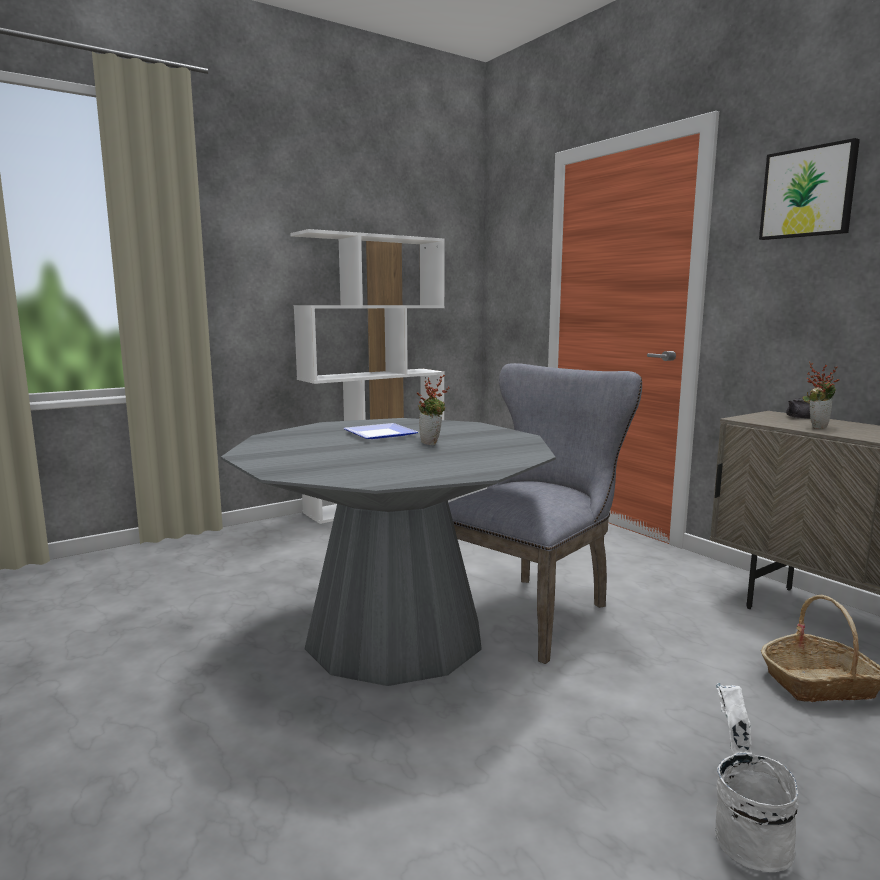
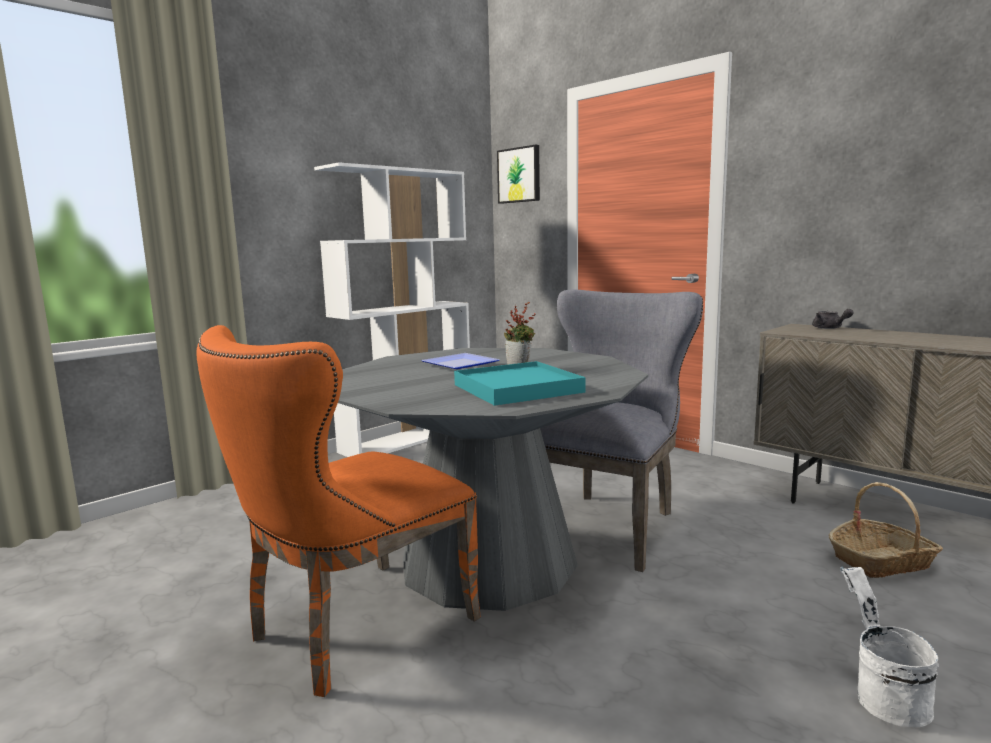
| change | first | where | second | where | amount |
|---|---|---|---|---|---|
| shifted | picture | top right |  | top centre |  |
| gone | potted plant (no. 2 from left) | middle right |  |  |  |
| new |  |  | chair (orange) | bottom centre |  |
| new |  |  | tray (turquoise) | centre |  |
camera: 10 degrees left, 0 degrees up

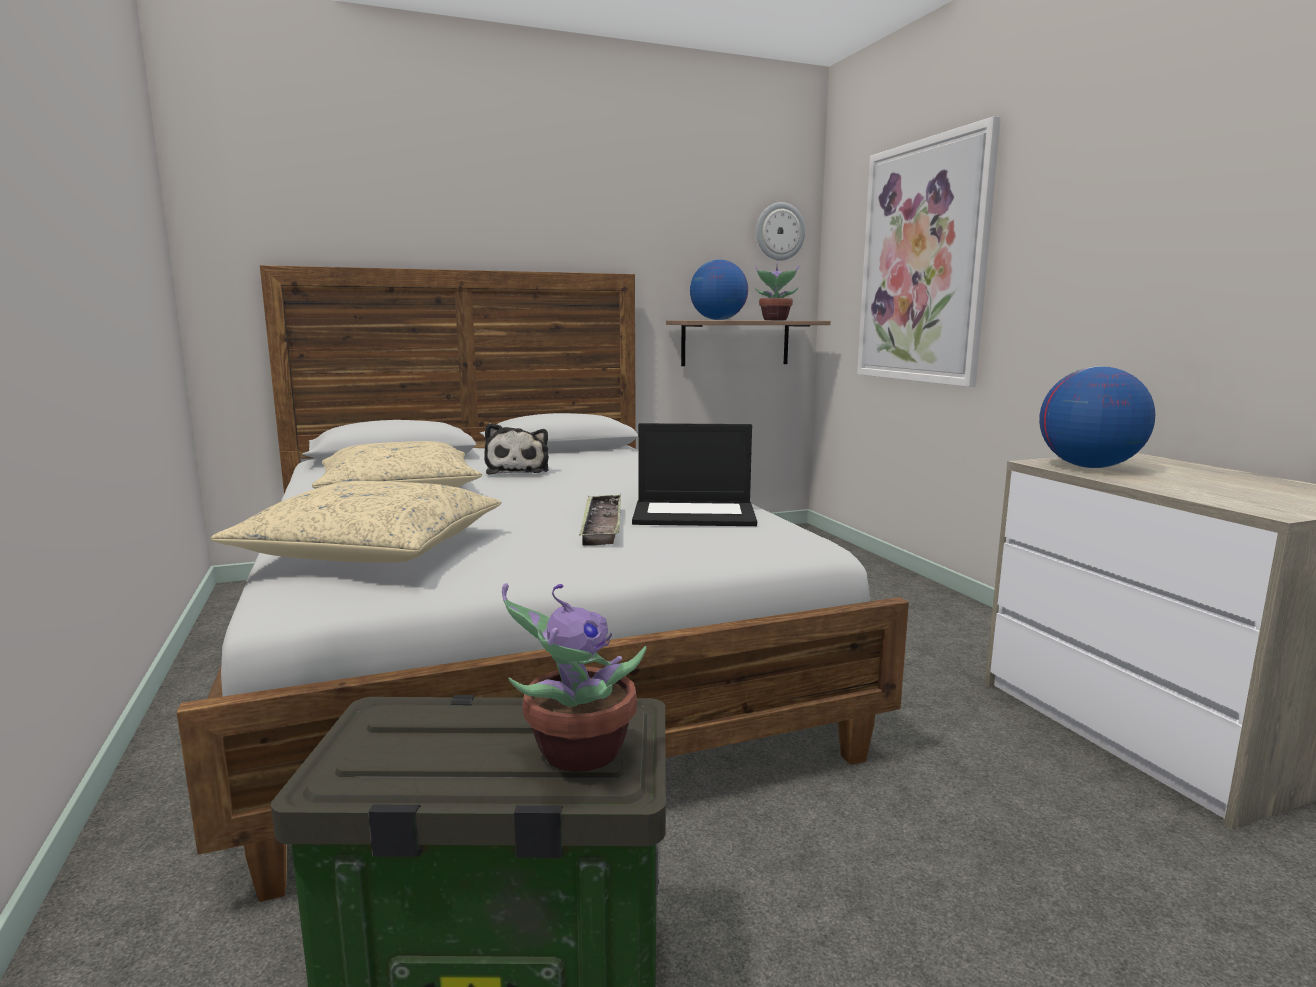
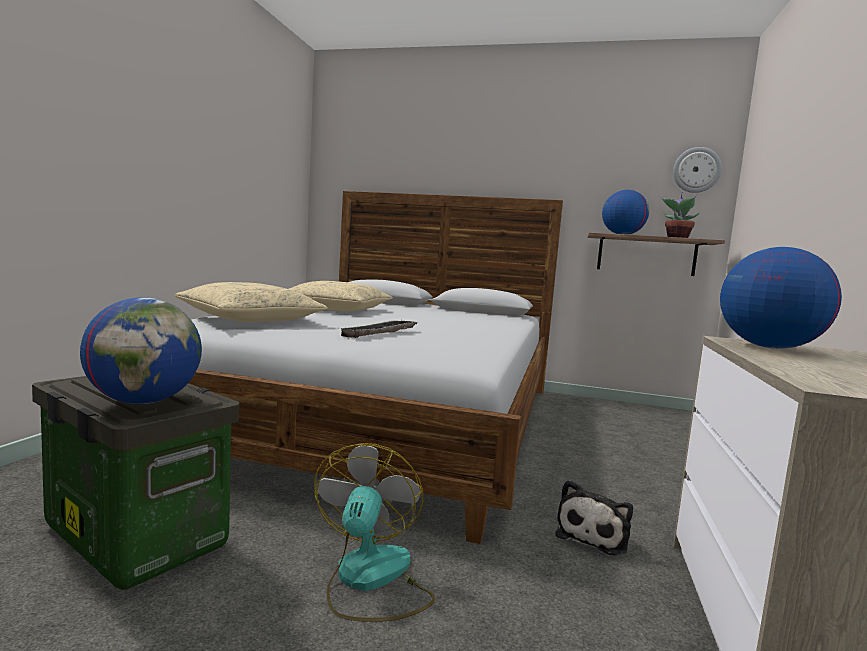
| change | first | where | second | where | amount |
|---|---|---|---|---|---|
| gone | picture | top right |  |  |  |
| shifted | plush toy | centre |  | bottom right |  |
| gone | laptop | centre |  |  |  |
| swapped | potted plant (no. 1 from left) | bottom centre | globe (no. 1 from left) | middle left |  |
| new |  |  | fan | bottom centre |  |
camera: 35 degrees right, 5 degrees down

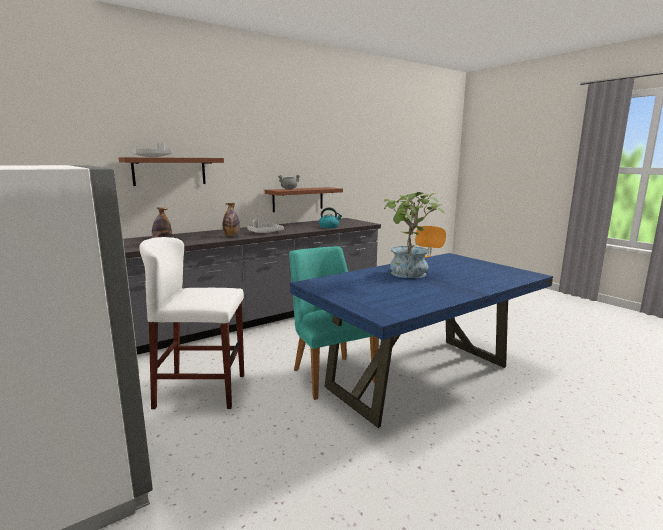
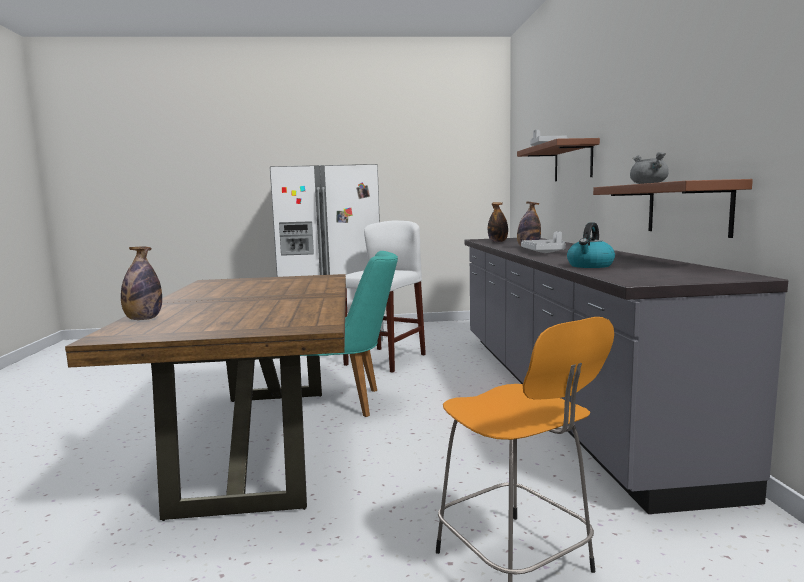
| change | first | where | second | where | amount |
|---|---|---|---|---|---|
| gone | potted plant | centre |  |  |  |
| repainted | dining table (blue) | centre | dining table (brown) | bottom left |  |
| new |  |  | bottle (no. 1 from left) | middle left |  |
camera: 120 degrees right, 5 degrees down

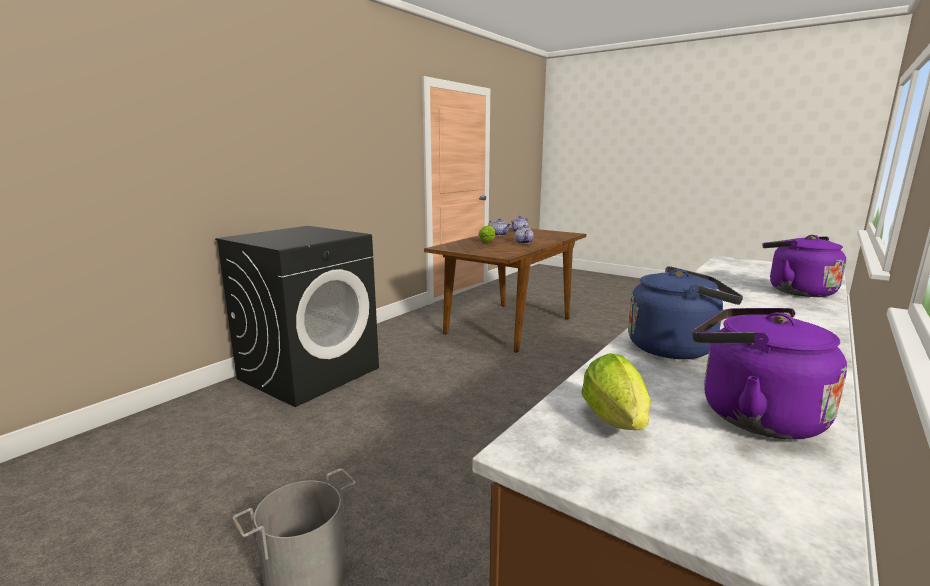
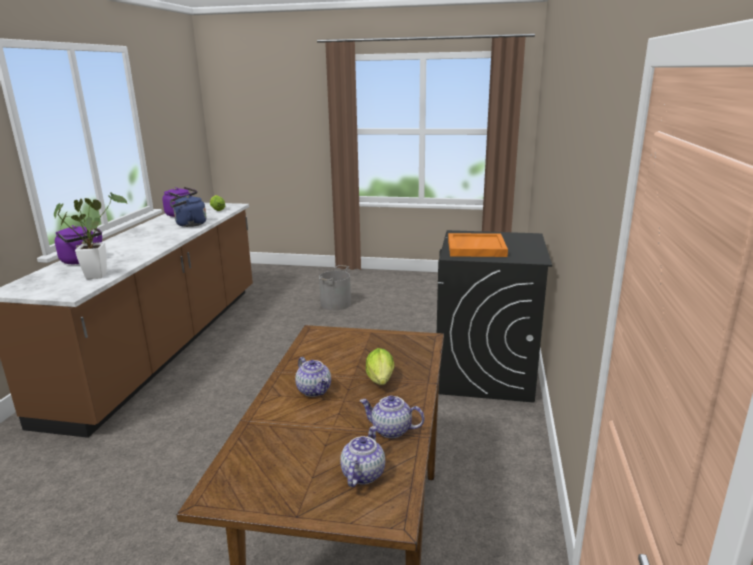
| change | first | where | second | where | amount |
|---|---|---|---|---|---|
| new |  |  | potted plant | middle left |  |
| new |  |  | tray (orange) | centre |  |
camera: 155 degrees right, 5 degrees up

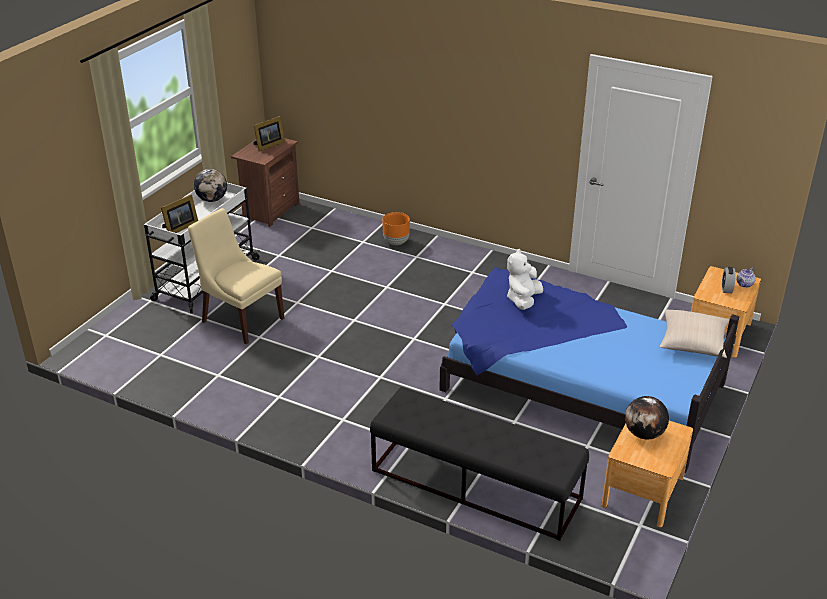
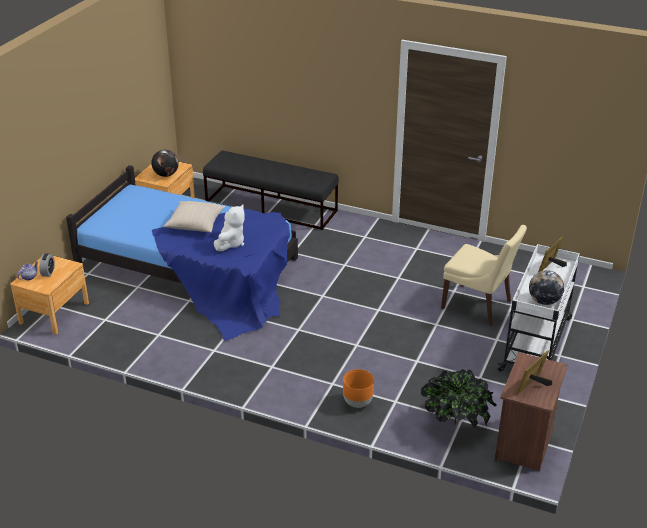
| change | first | where | second | where | amount |
|---|---|---|---|---|---|
| shifted | pillow (beige) | middle right |  | middle left |  |
| new |  |  | potted plant | bottom right |  |
camera: 175 degrees right, 0 degrees up

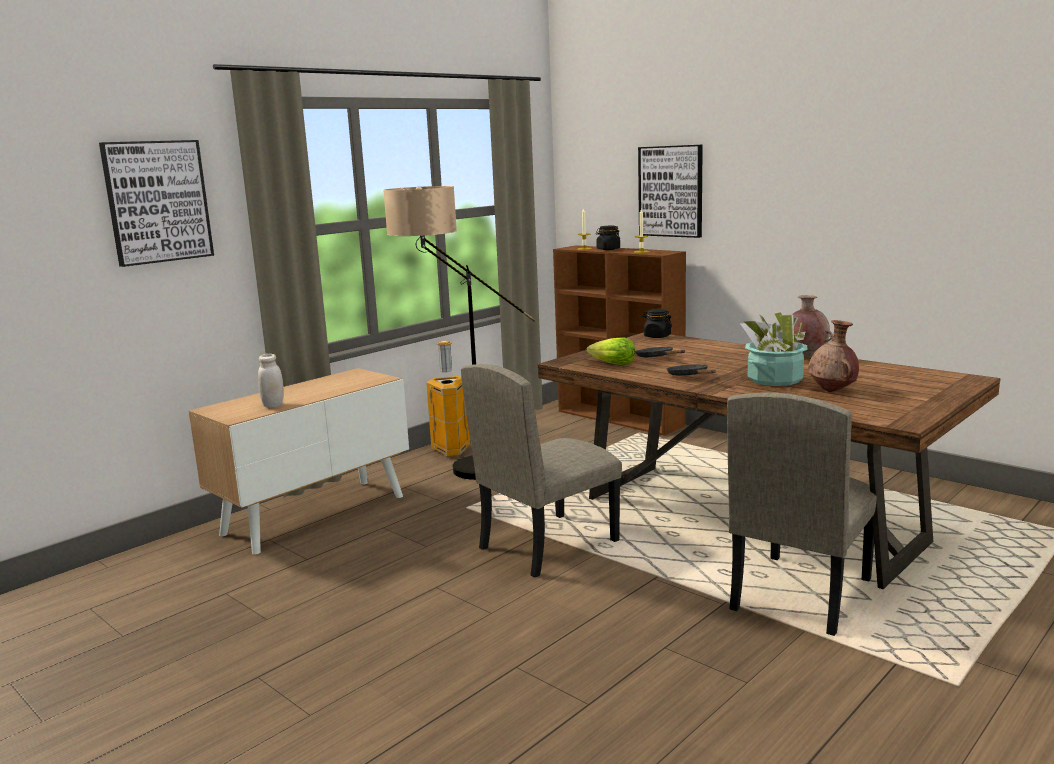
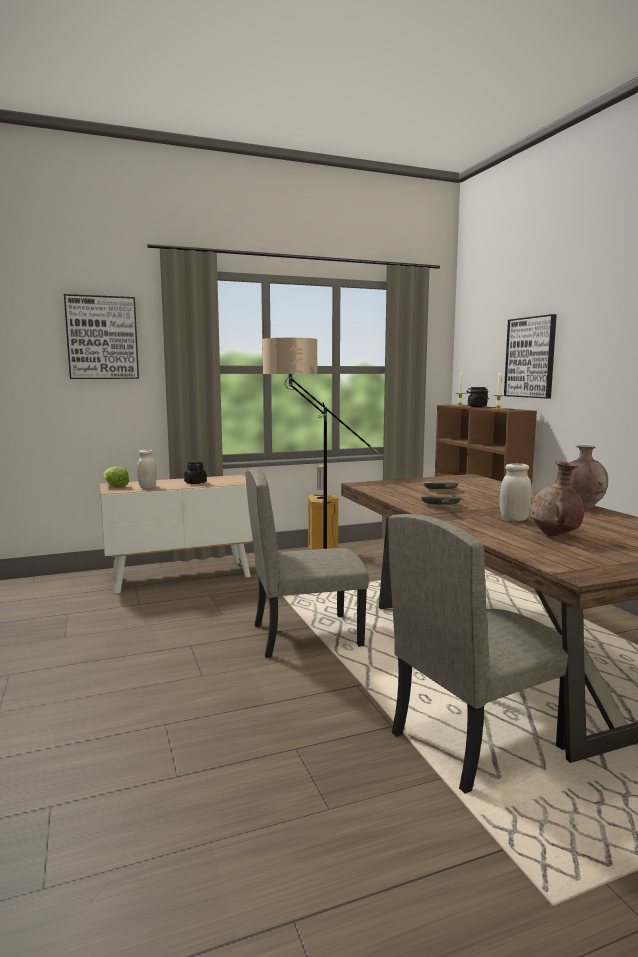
| change | first | where | second | where | amount |
|---|---|---|---|---|---|
| shifted | jar (black) (no. 2 from left in the first image) | centre | jar (black) (no. 1 from left) | middle left |  |
| swapped | potted plant | middle right | jar (white) (no. 2 from left) | middle right |  |
| shifted | lettuce | centre |  | middle left |  |
camera: 25 degrees right, 5 degrees down

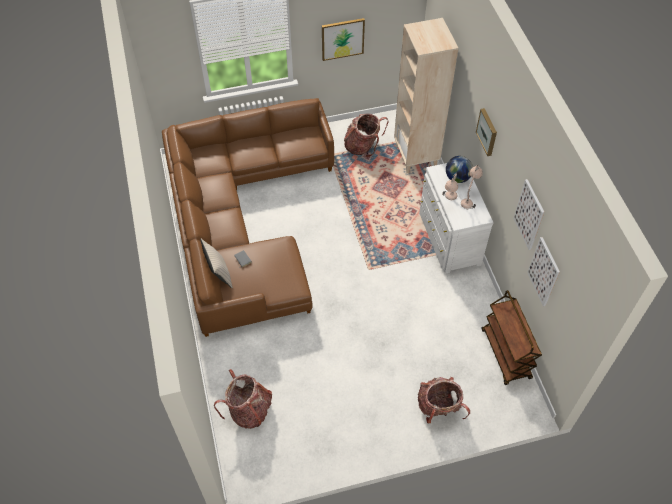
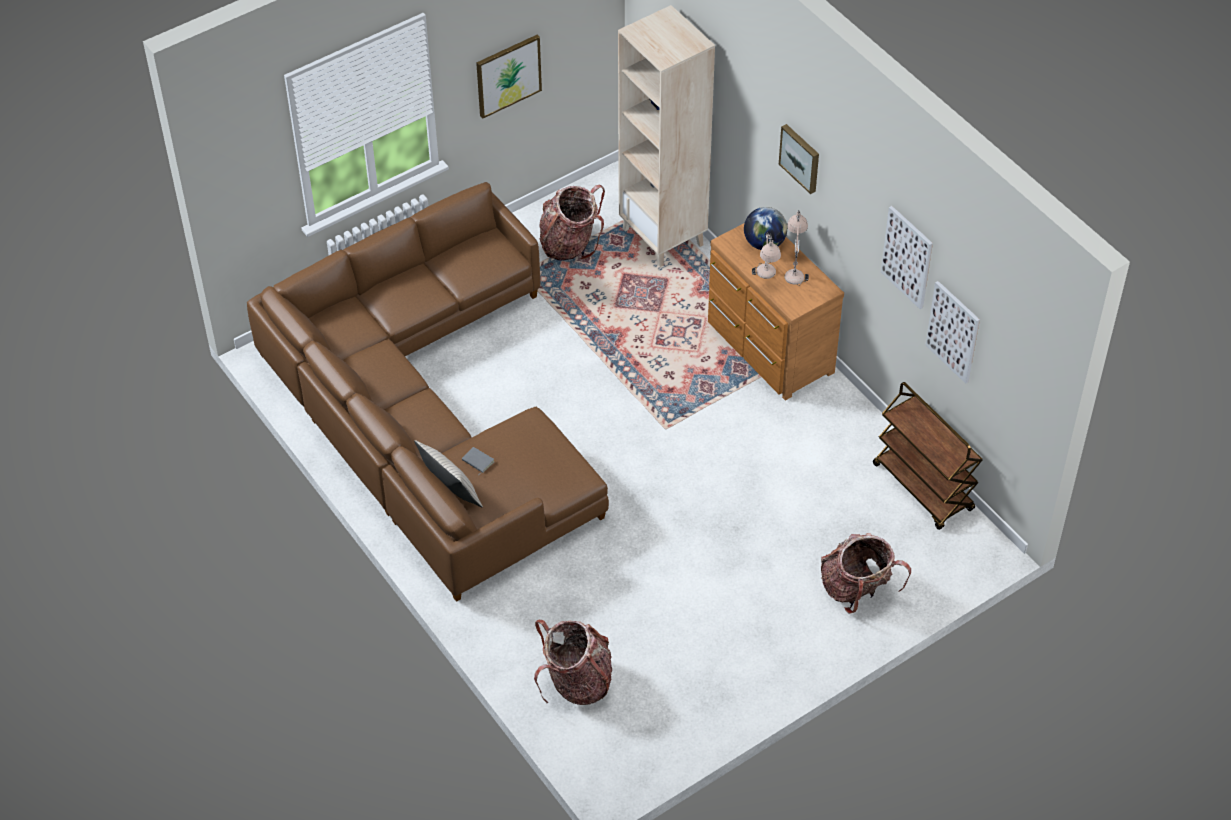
| change | first | where | second | where | amount |
|---|---|---|---|---|---|
| repainted | dresser (white) | middle right | dresser (brown) | centre |  |
camera: 20 degrees left, 5 degrees down

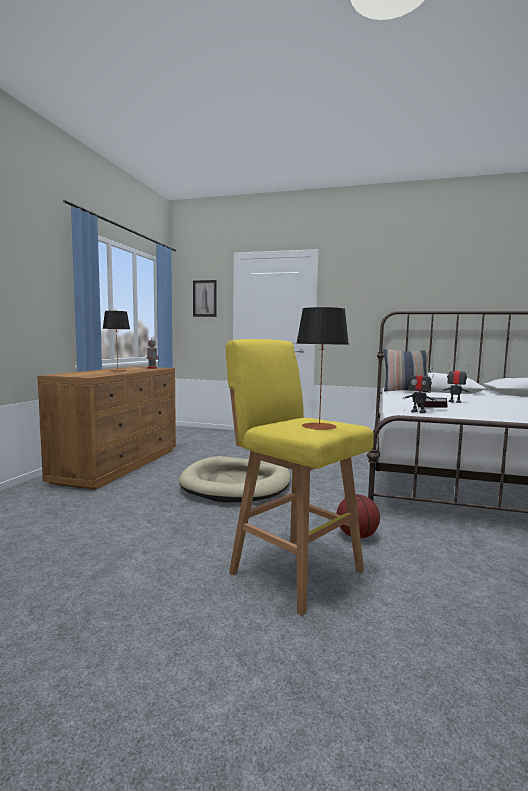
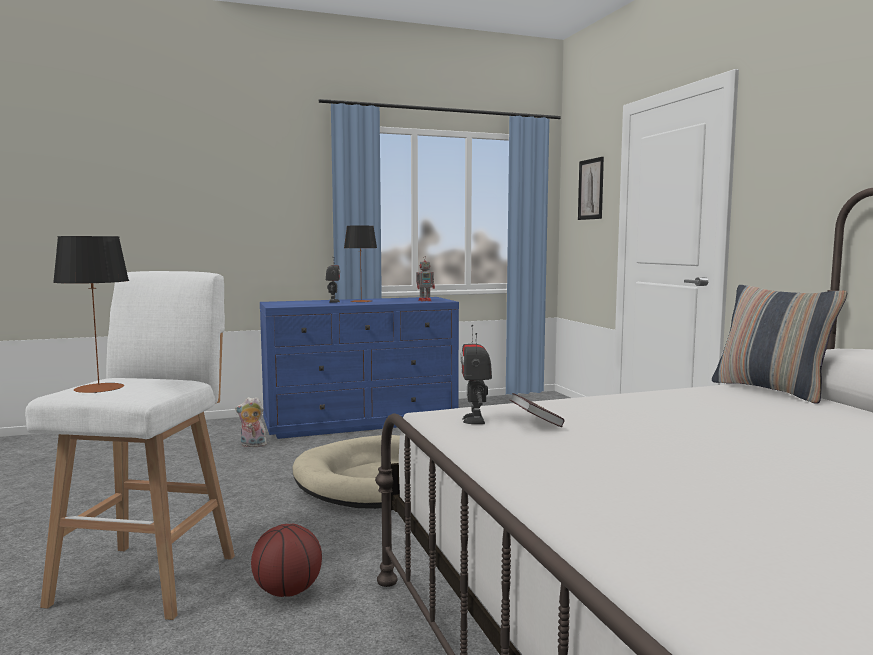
| change | first | where | second | where | amount |
|---|---|---|---|---|---|
| repainted | stool (yellow) | centre | stool (white) | bottom left |  |
| shifted | toy robot (no. 3 from left in the first image) | middle right | toy robot (no. 1 from left) | centre |  |
| repainted | dresser (brown) | middle left | dresser (blue) | centre |  |
| new |  |  | plush toy | middle left |  |
camera: 55 degrees right, 0 degrees up

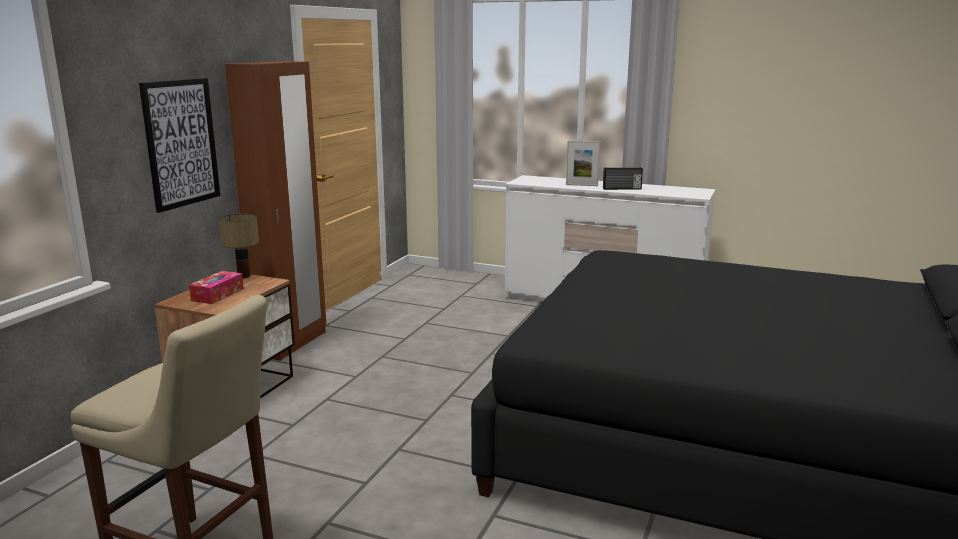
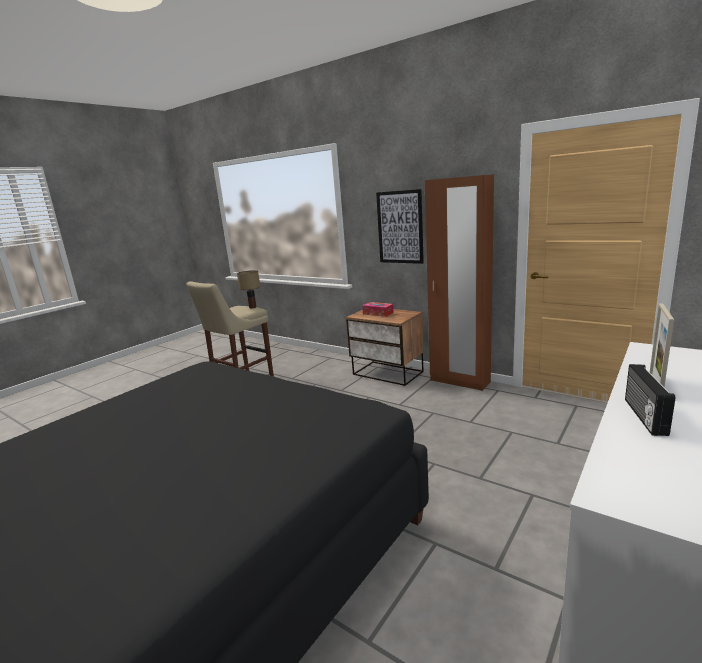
| change | first | where | second | where | amount |
|---|---|---|---|---|---|
| shifted | table lamp | middle left |  | centre |  |
camera: 105 degrees right, 0 degrees up

